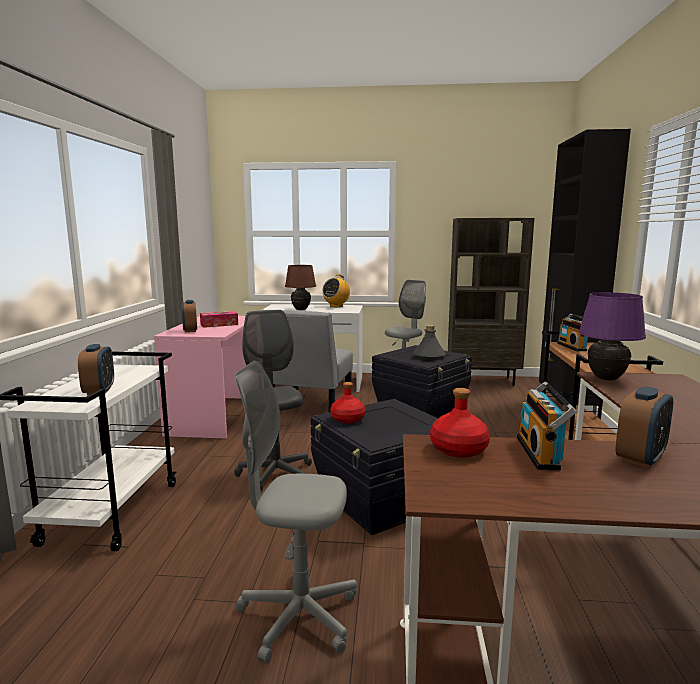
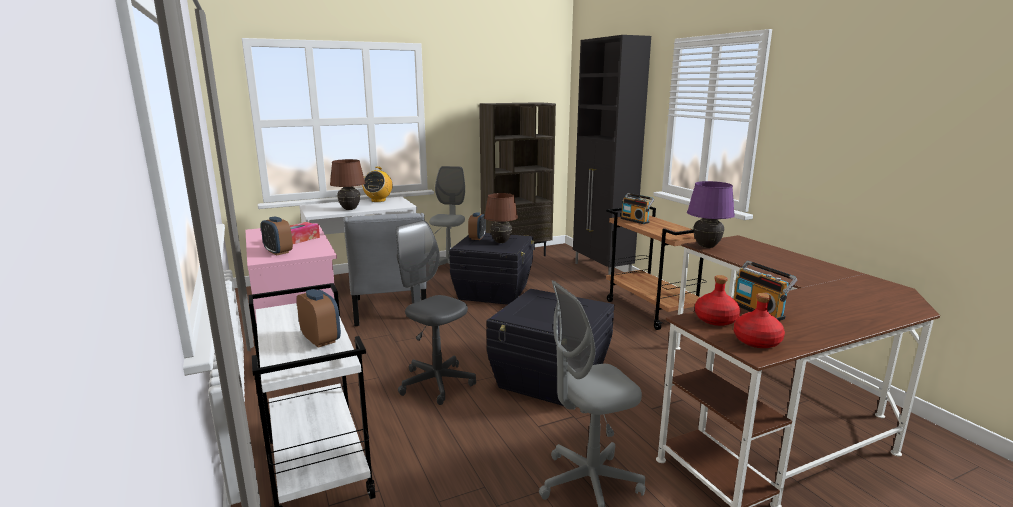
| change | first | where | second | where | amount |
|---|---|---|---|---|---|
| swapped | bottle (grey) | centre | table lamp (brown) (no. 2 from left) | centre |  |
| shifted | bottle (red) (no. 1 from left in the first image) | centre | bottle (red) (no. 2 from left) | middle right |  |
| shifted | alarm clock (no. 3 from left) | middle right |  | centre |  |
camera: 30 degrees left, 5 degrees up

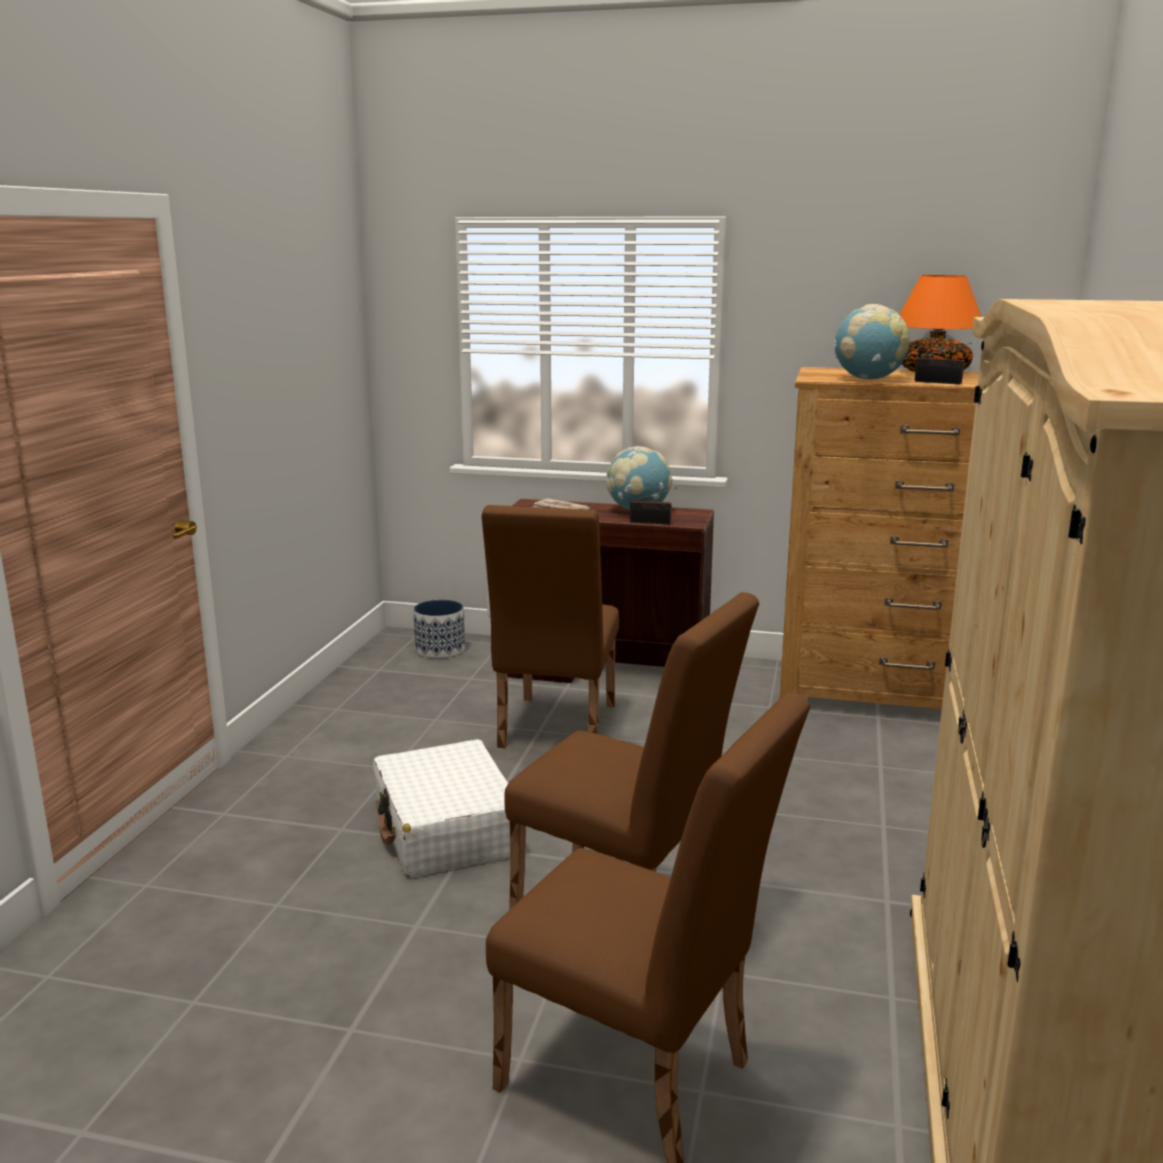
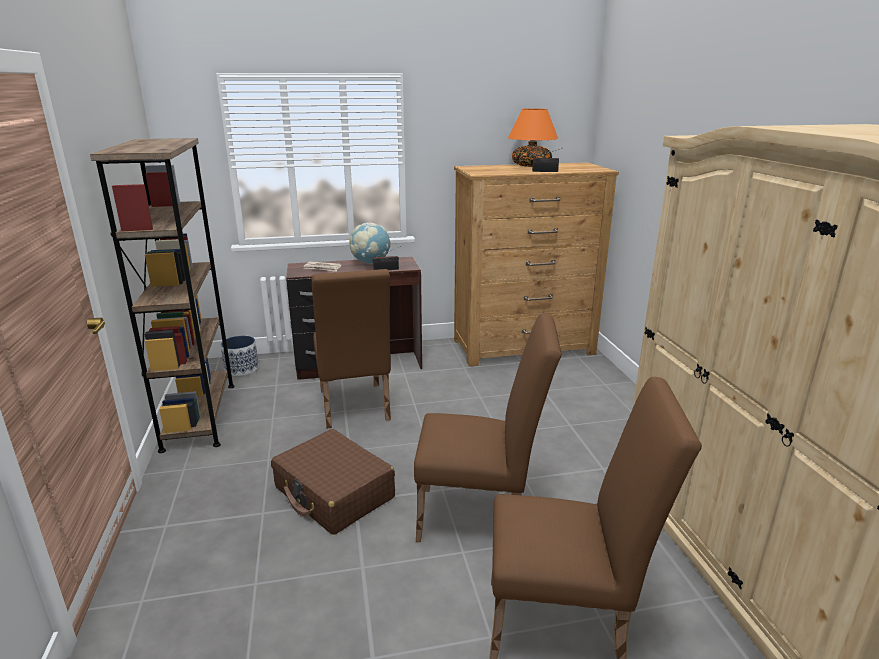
| change | first | where | second | where | amount |
|---|---|---|---|---|---|
| gone | globe (no. 2 from left) | top right |  |  |  |
| repainted | suitcase (white) | bottom centre | suitcase (brown) | bottom centre |  |
| new |  |  | bookcase (brown) | middle left |  |
camera: 25 degrees left, 5 degrees up

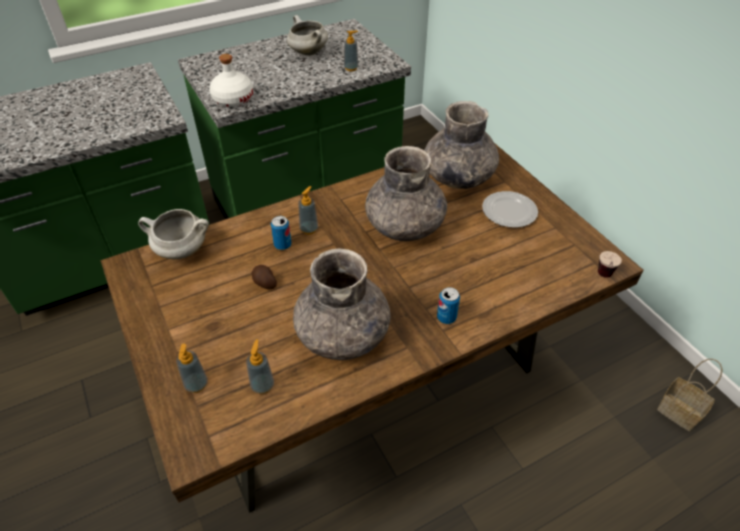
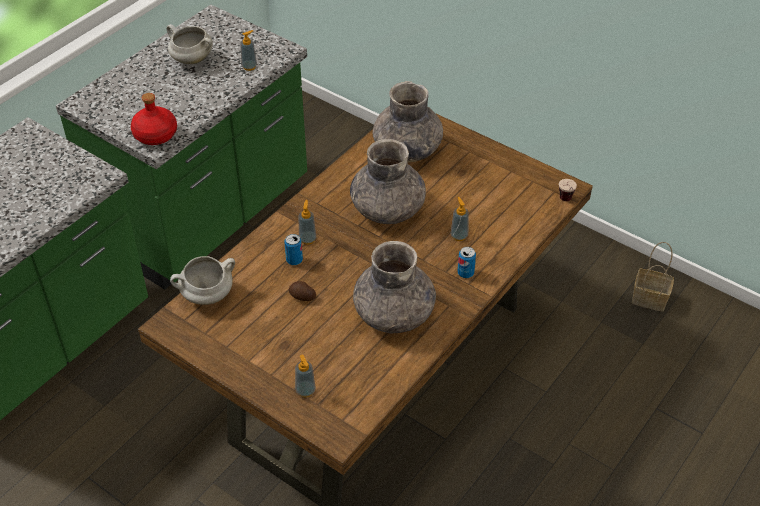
| change | first | where | second | where | amount |
|---|---|---|---|---|---|
| repainted | bottle (white) | top left | bottle (red) | top left |  |
| gone | plate | middle right |  |  |  |
| shifted | soap dispenser (no. 2 from left in the first image) | bottom centre | soap dispenser (no. 4 from left) | centre |  |
camera: 25 degrees left, 0 degrees up

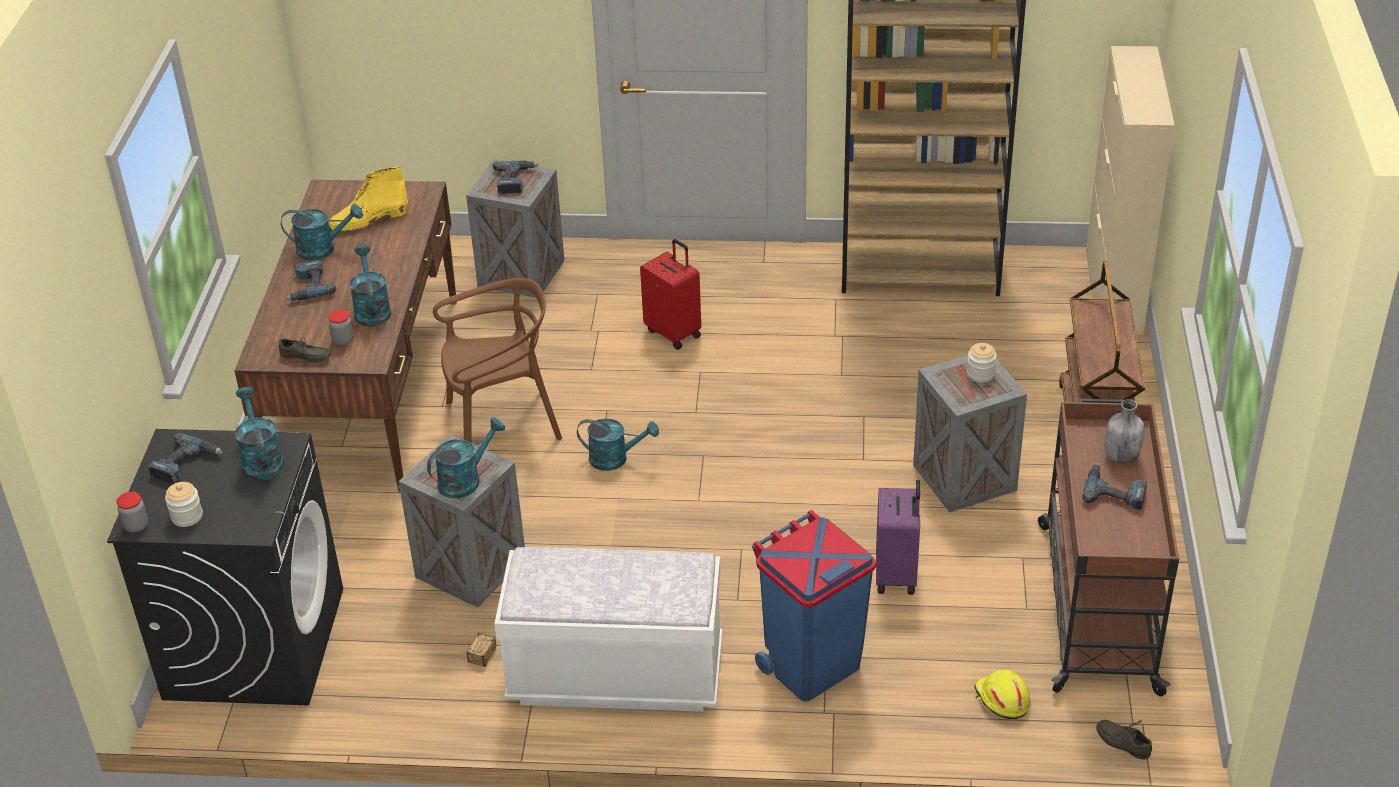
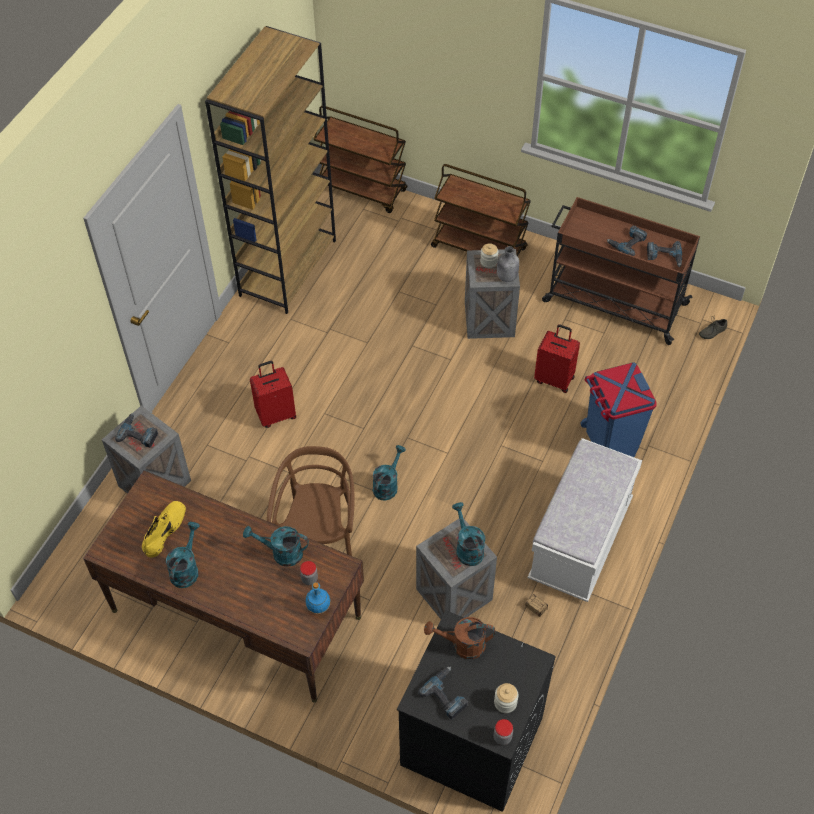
| change | first | where | second | where | amount |
|---|---|---|---|---|---|
| swapped | cabinet (beige) | top right | cart (brown) (no. 1 from left) | top centre |  |
| rotated | boot (yellow) | top left |  | middle left | 150 degrees counterclockwise |
| shifted | power drill (no. 2 from left in the first image) | middle left | power drill (no. 4 from left) | top right |  |
| swapped | shoe (grey) (no. 1 from left) | middle left | bottle (blue) | bottom centre |  |
| repainted | watering can (turquoise) (no. 1 from left) | middle left | watering can (brown) | bottom centre |  |
| shifted | bottle (grey) | middle right |  | top centre |  |
| repainted | suitcase (purple) | bottom centre | suitcase (red) (no. 2 from left) | middle right |  |
| gone | hard hat (yellow) | bottom right |  |  |  |
camera: 70 degrees left, 15 degrees up

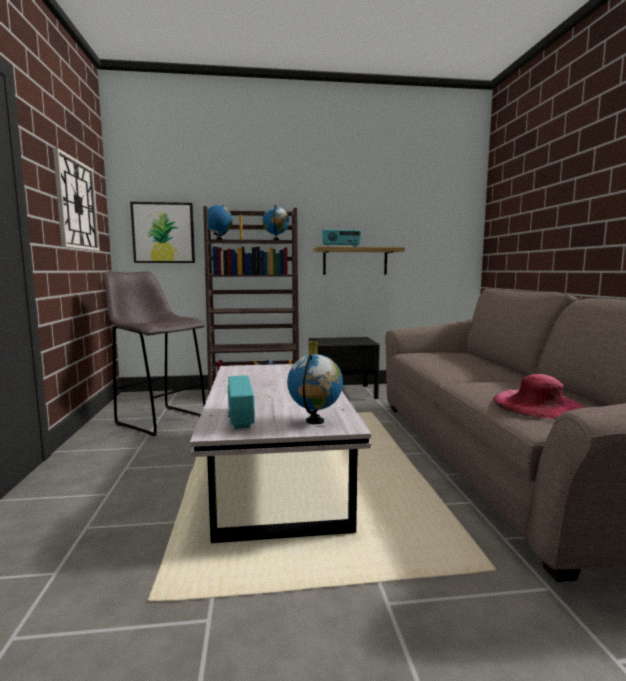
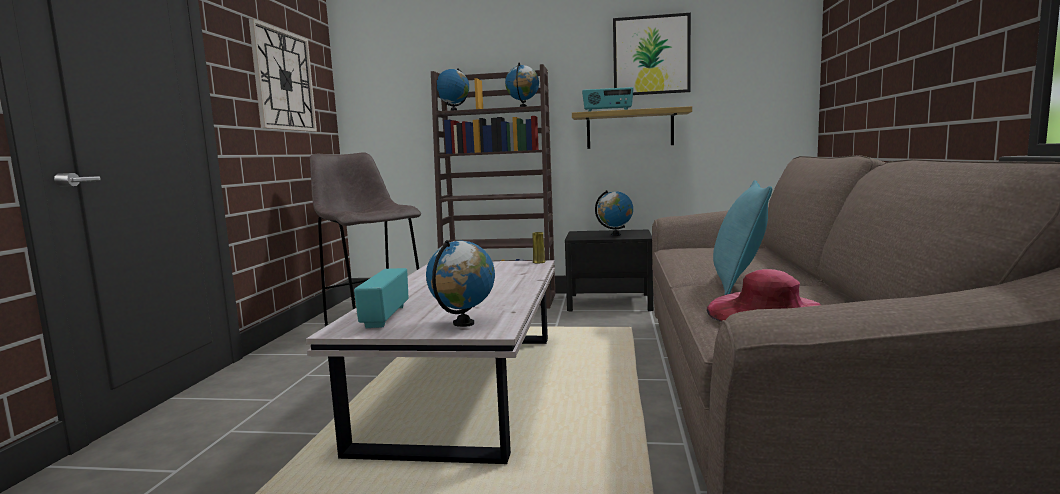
| change | first | where | second | where | amount |
|---|---|---|---|---|---|
| shifted | picture | middle left |  | top centre |  |
| new |  |  | pillow (turquoise) | middle right |  |
| new |  |  | globe (no. 4 from left) | centre |  |
camera: 15 degrees right, 0 degrees up

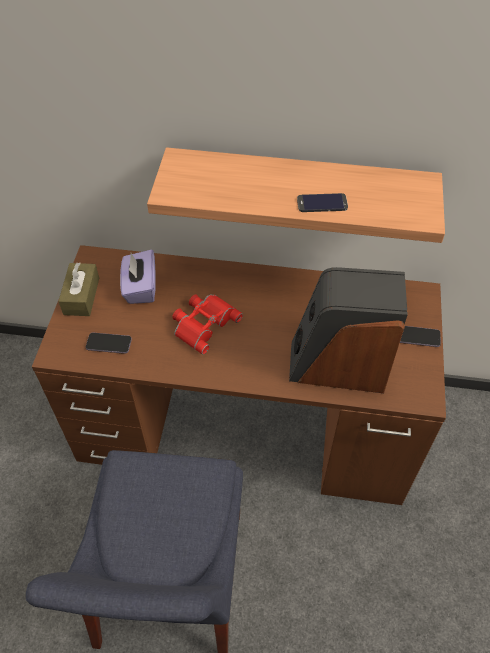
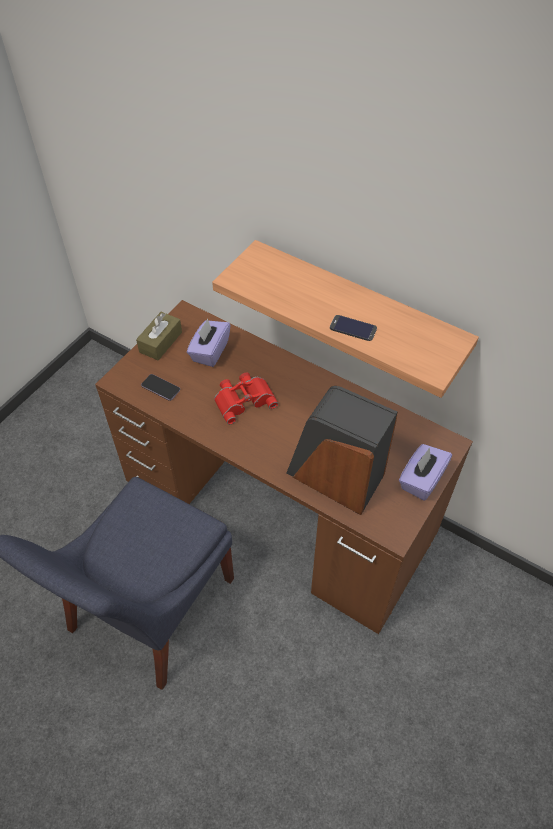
| change | first | where | second | where | amount |
|---|---|---|---|---|---|
| swapped | phone (no. 3 from left) | middle right | tissue box (purple) (no. 2 from left) | middle right |  |
camera: 25 degrees right, 0 degrees up

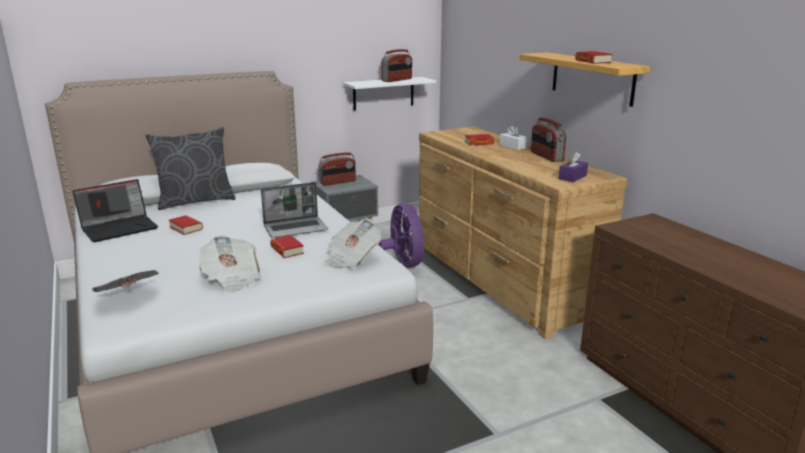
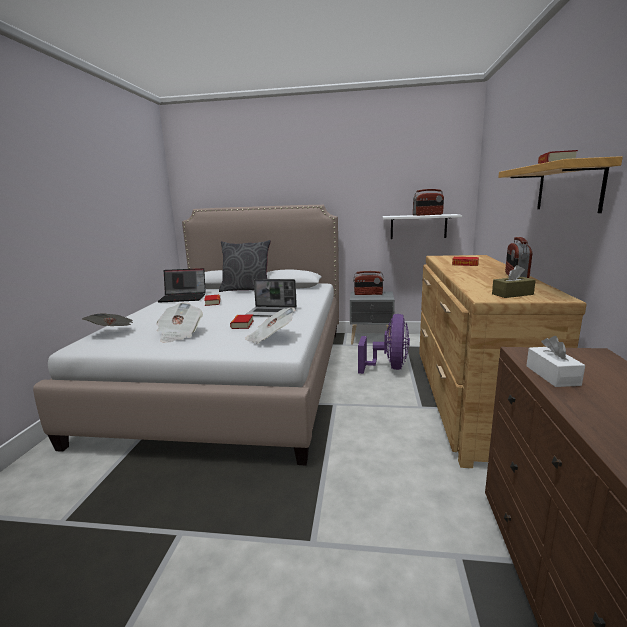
| change | first | where | second | where | amount |
|---|---|---|---|---|---|
| shifted | tissue box (white) | top centre |  | middle right |  |
| repainted | tissue box (purple) | middle right | tissue box (brown) | middle right |  |
camera: 35 degrees right, 5 degrees down

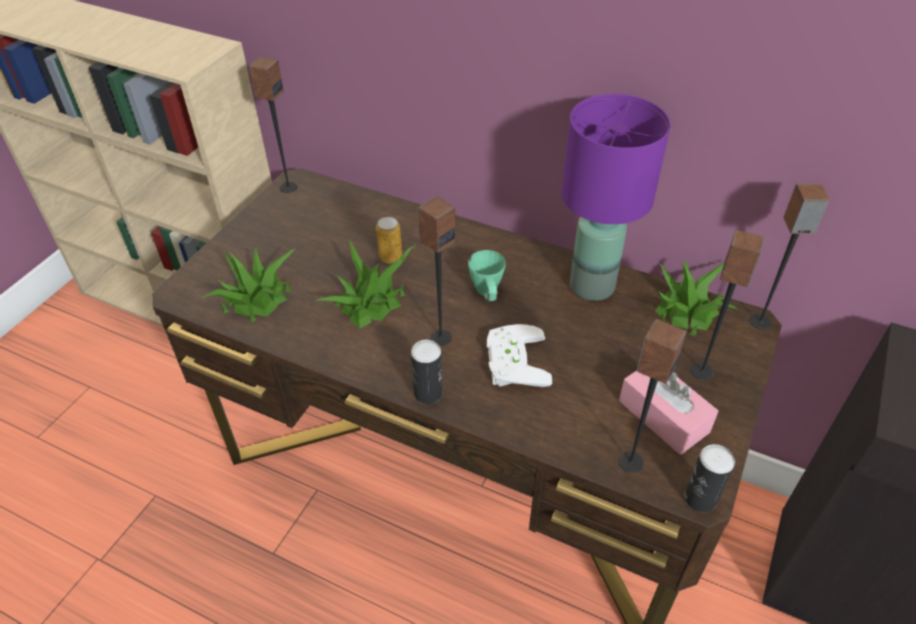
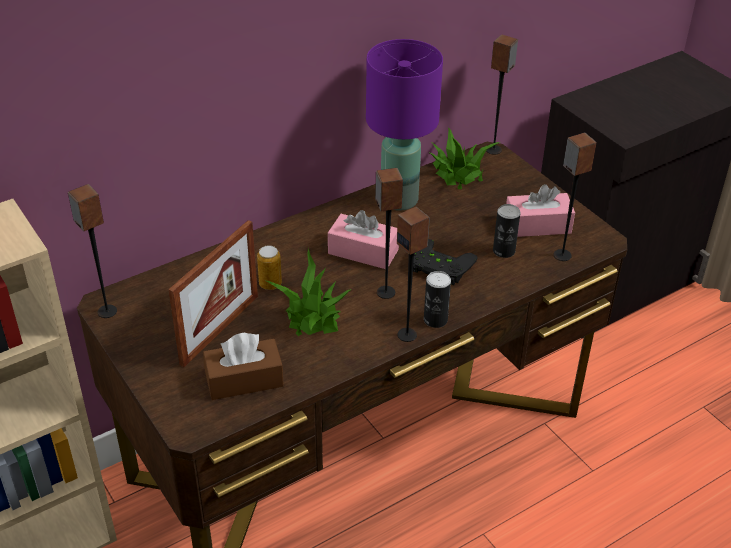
| change | first | where | second | where | amount |
|---|---|---|---|---|---|
| shifted | speaker (no. 4 from left in the first image) | middle right | speaker (no. 3 from left) | centre |  |
| swapped | potted plant (no. 1 from left) | middle left | tissue box (brown) | bottom left |  |
| swapped | mug (green) | centre | tissue box (pink) (no. 1 from left) | centre |  |
| repainted | game controller (white) | centre | game controller (black) | centre |  |
| shifted | can (no. 3 from left) | bottom right |  | middle right |  |
| new |  |  | picture frame | middle left |  |
camera: 60 degrees left, 5 degrees down

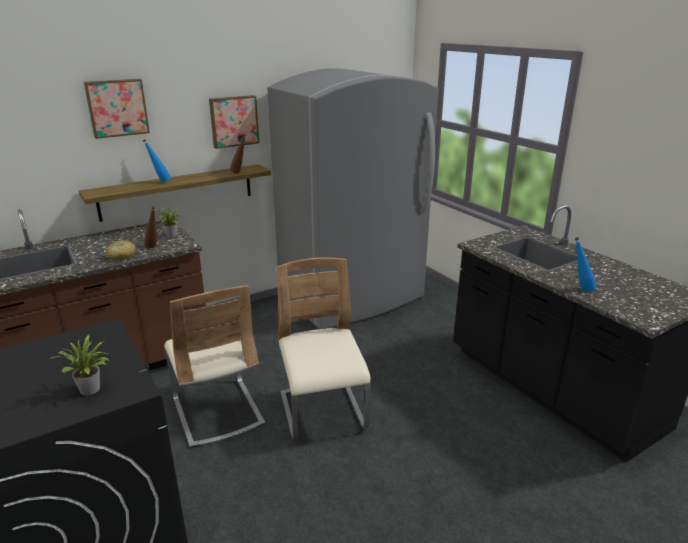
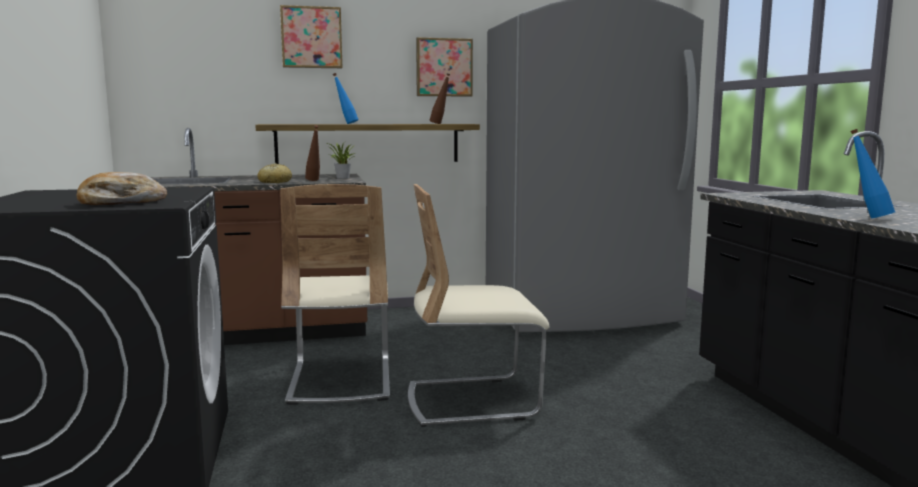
| change | first | where | second | where | amount |
|---|---|---|---|---|---|
| rotated | chair (beige) (no. 2 from left) | centre |  | centre | 105 degrees counterclockwise |
| swapped | potted plant (no. 1 from left) | bottom left | bread (no. 1 from left) | middle left |  |
camera: 20 degrees right, 15 degrees down

